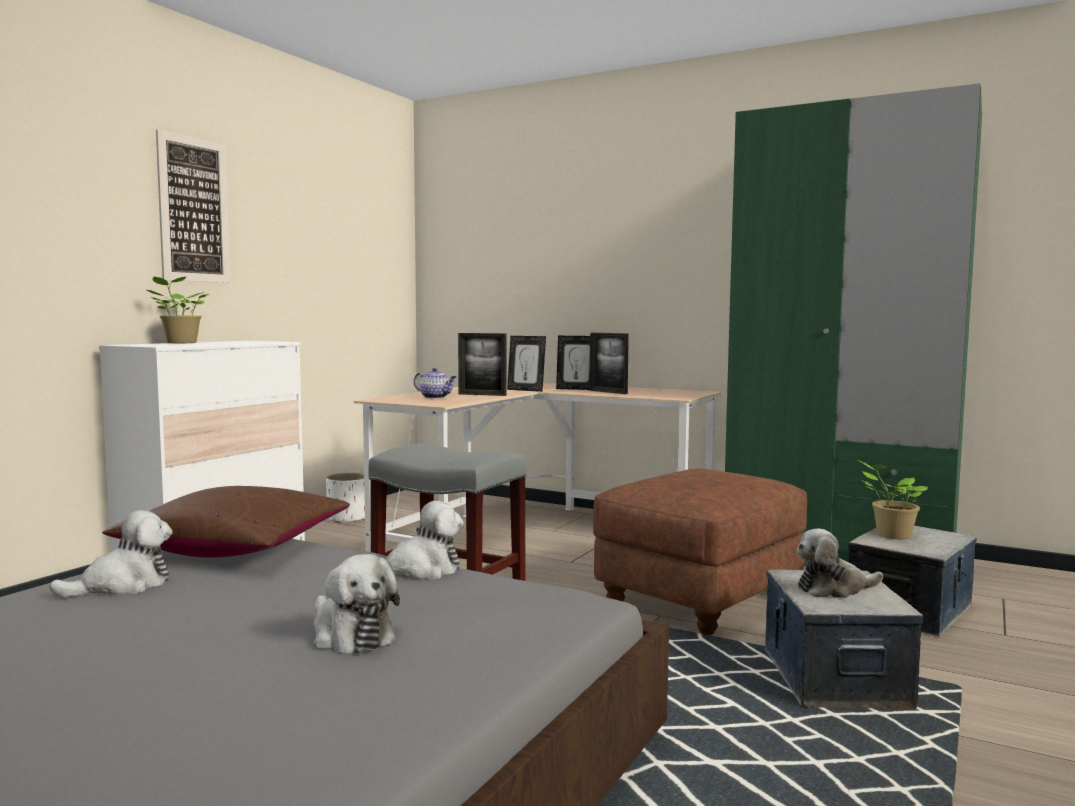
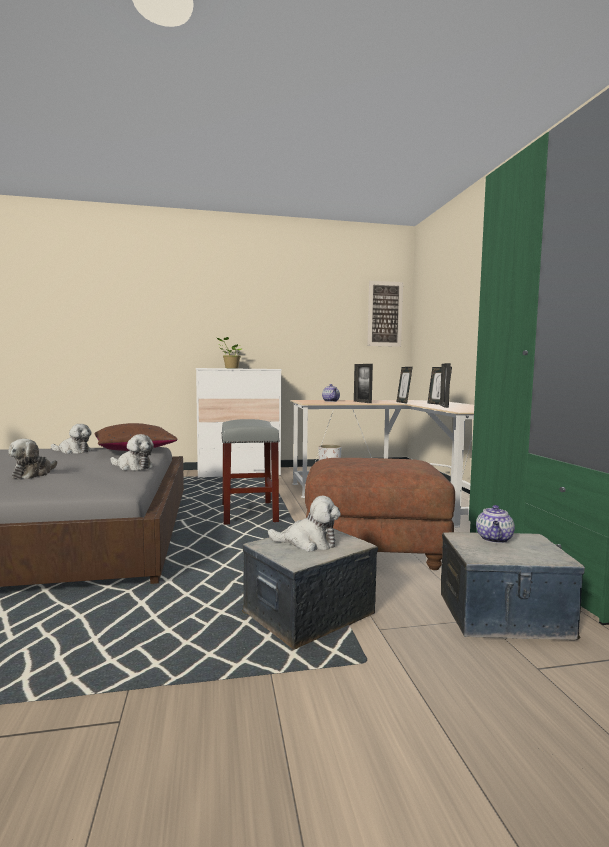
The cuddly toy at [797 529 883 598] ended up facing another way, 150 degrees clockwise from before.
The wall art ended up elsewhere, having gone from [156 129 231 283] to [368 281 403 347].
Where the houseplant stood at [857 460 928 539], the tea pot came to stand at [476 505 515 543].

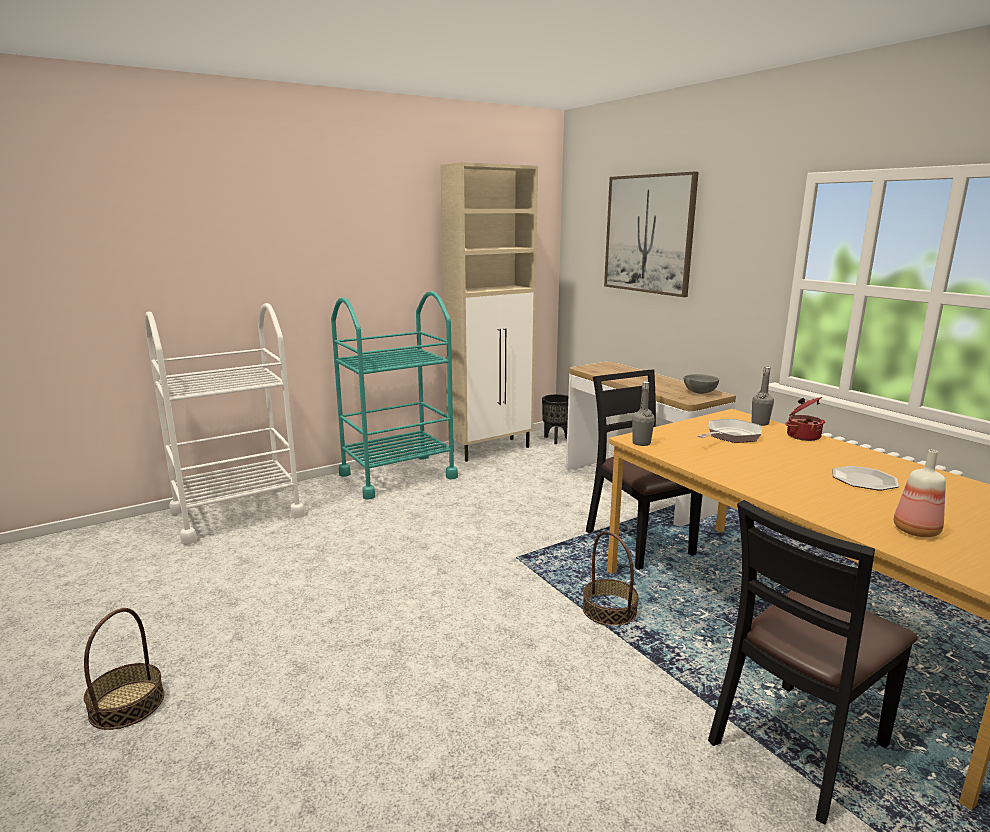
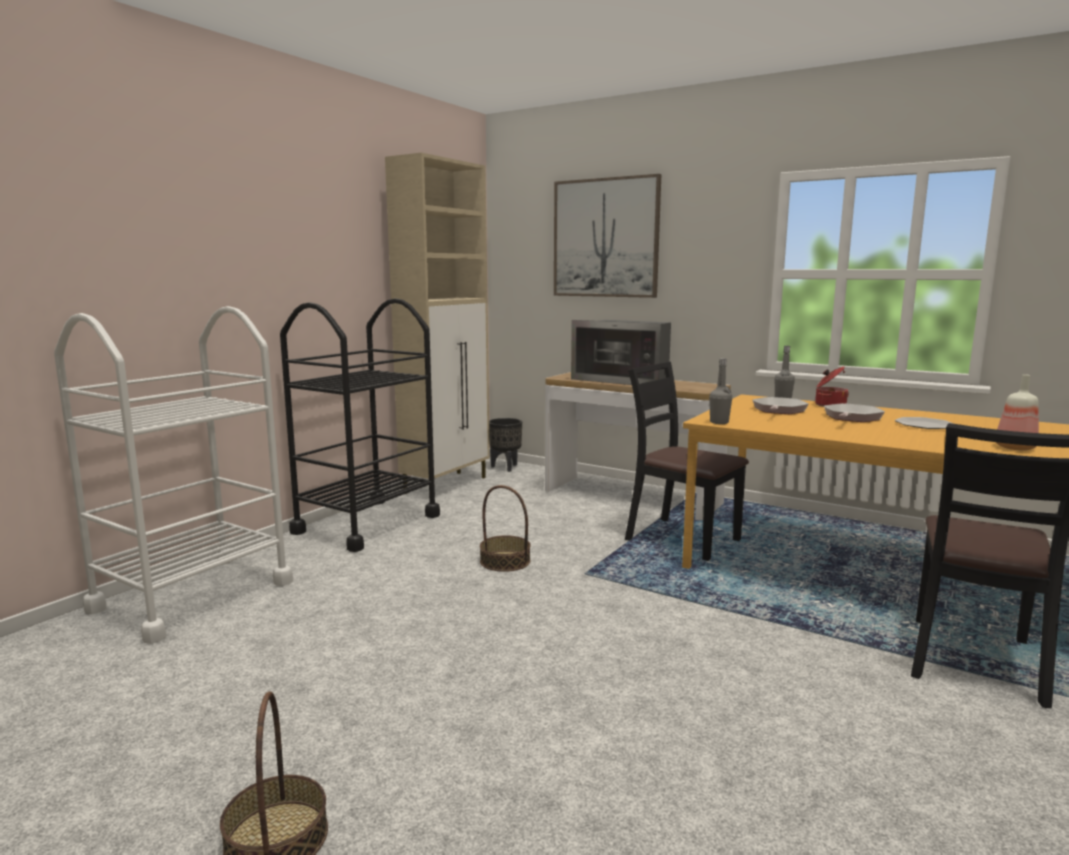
What was the trolley in turquoise at [331 291 458 500] turned into the trolley in blackish at [280 298 440 552].
The storage basket ended up elsewhere, having gone from [582 531 639 625] to [480 485 531 572].
The second view gained the microwave at [571 320 671 385].
The second view gained the frying pan at [824 403 885 422].
The second view lost the bowl in greyish at [684 374 719 394].

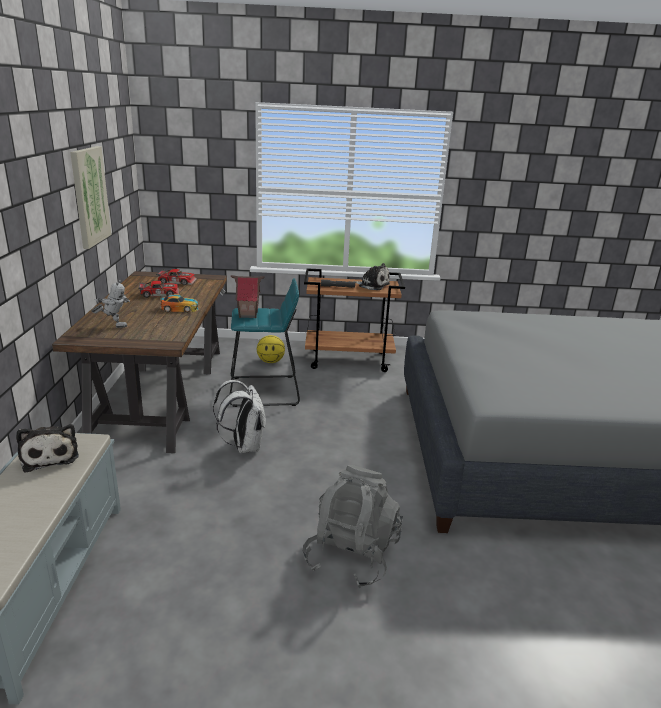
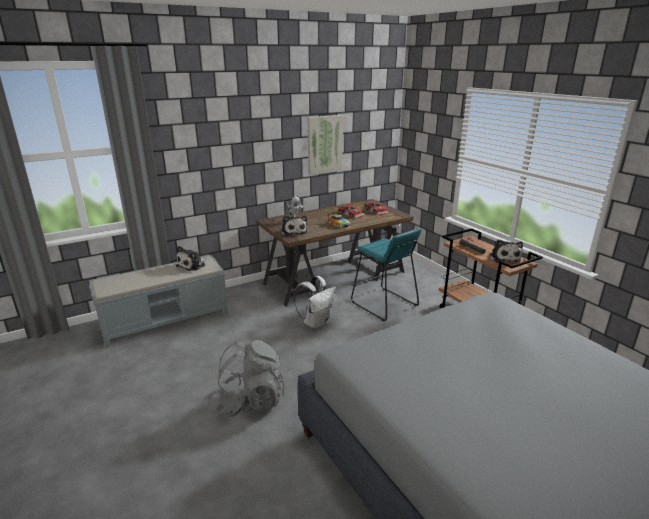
The second view gained the cuddly toy at [281 215 307 237].
The second view lost the model house at [231 275 265 318].
The second view lost the basketball ball at [257 335 285 363].

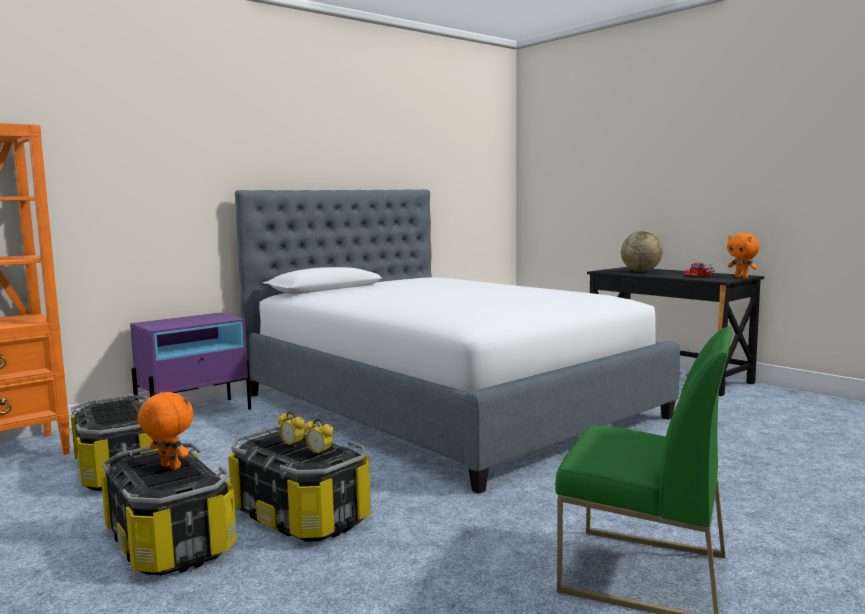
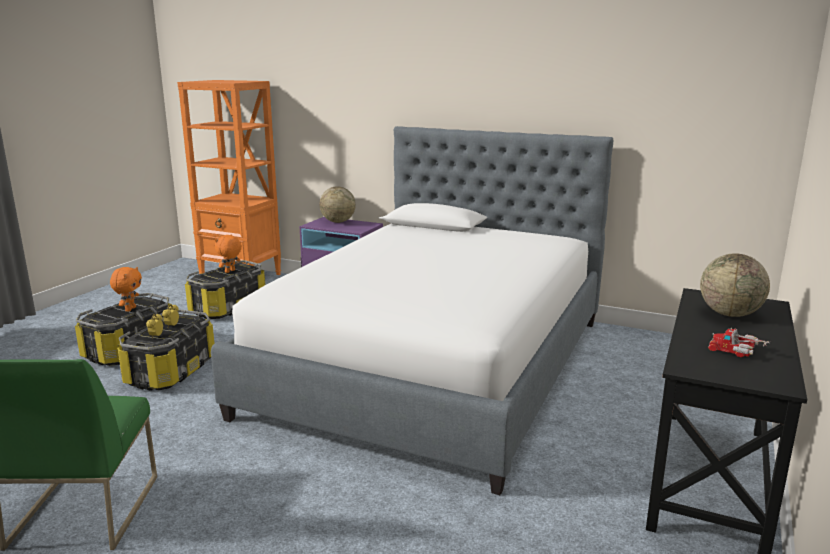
The cuddly toy in orangey ended up elsewhere, having gone from [727 233 760 278] to [215 234 242 273].
The second view gained the desk globe at [319 187 356 223].

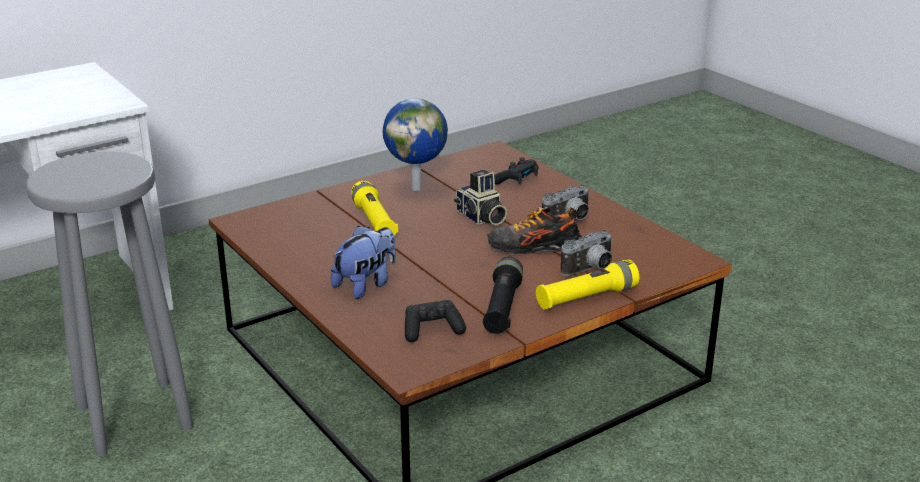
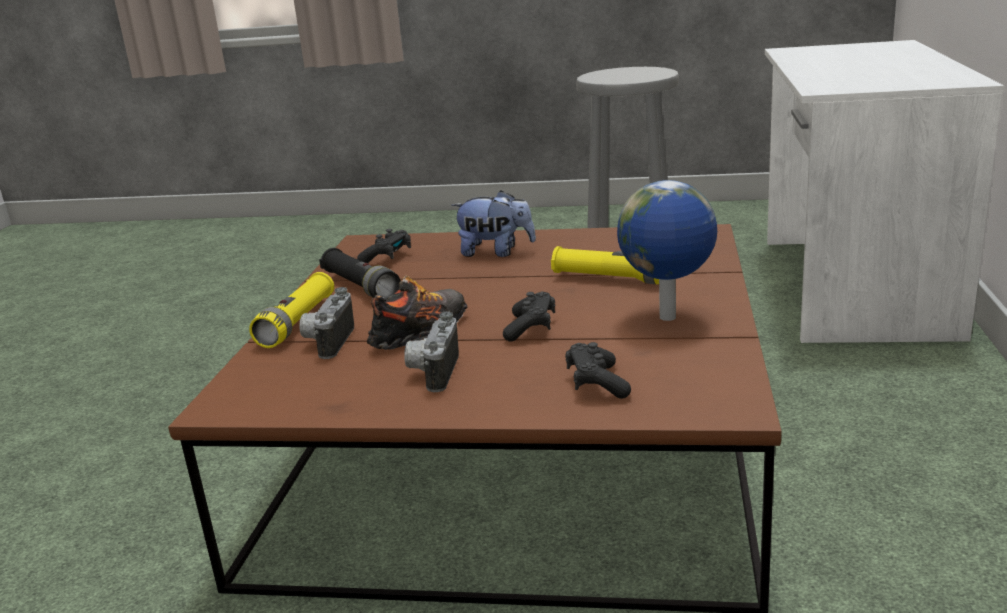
The cuddly toy at [331 226 396 299] ended up facing another way, 75 degrees counterclockwise from before.
Where the photo camera stood at [454 170 507 225], the game controller in blackish came to stand at [503 291 555 342].

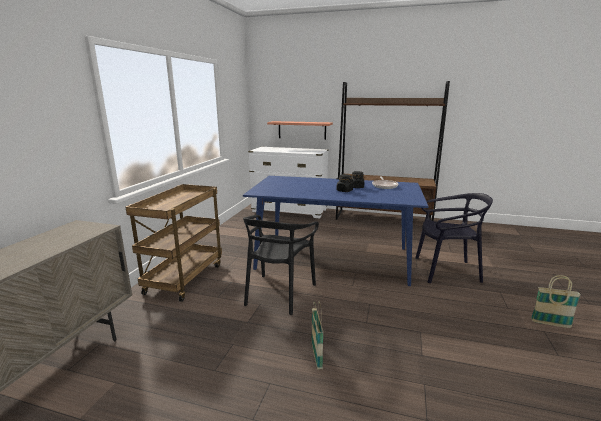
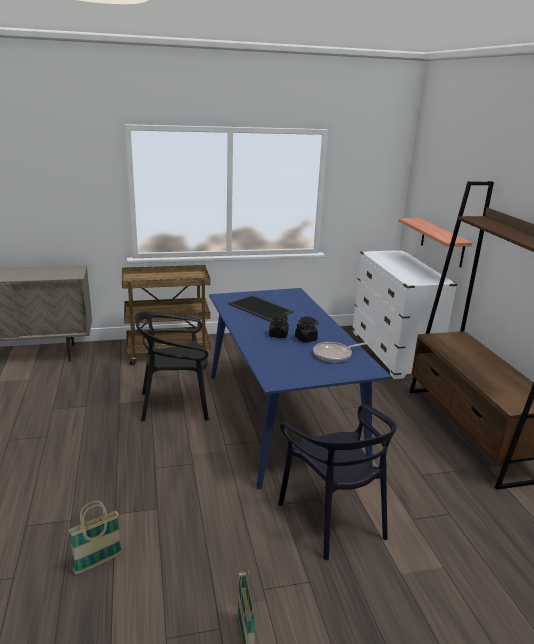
The storage basket ended up elsewhere, having gone from [311 302 323 370] to [68 501 122 575].
The second view gained the carrying tray at [229 295 293 322].

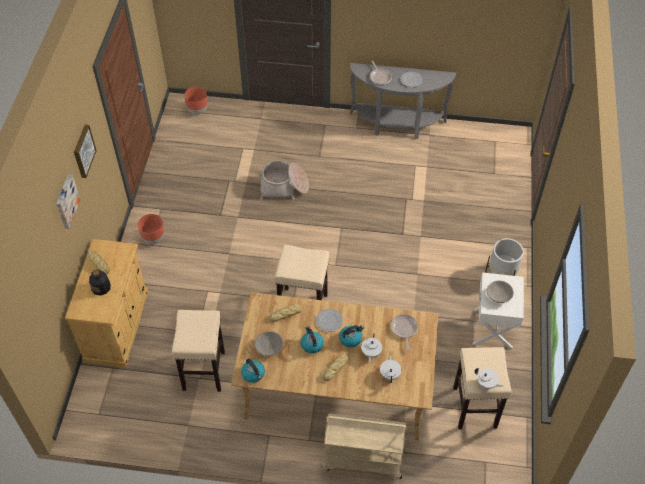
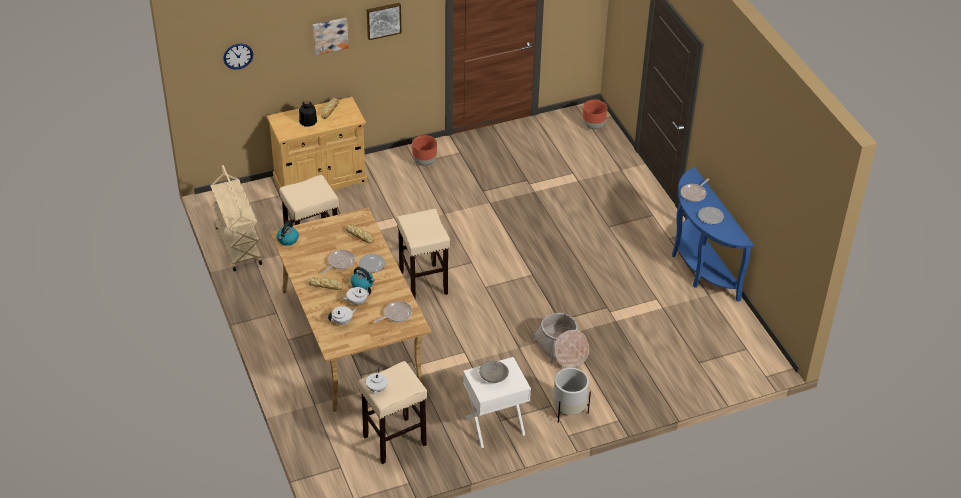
The trolley in beige ended up elsewhere, having gone from [323 413 406 479] to [210 165 262 271].
The second view gained the hanging clock at [223 43 253 70].
Where the water kettle stood at [301 326 324 353], the frying pan came to stand at [321 250 355 274].
The storage basket ended up elsewhere, having gone from [261 161 309 200] to [531 313 589 368].
What was the console table in greyish at [350 63 456 139] turned into the console table in blue at [672 167 754 302].
The second view lost the bowl in greyish at [255 331 283 356].

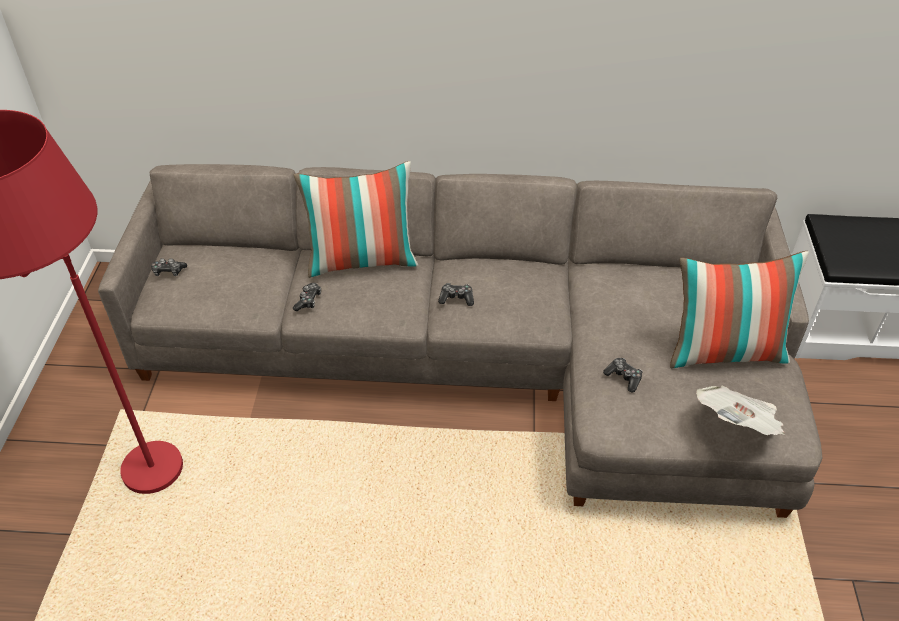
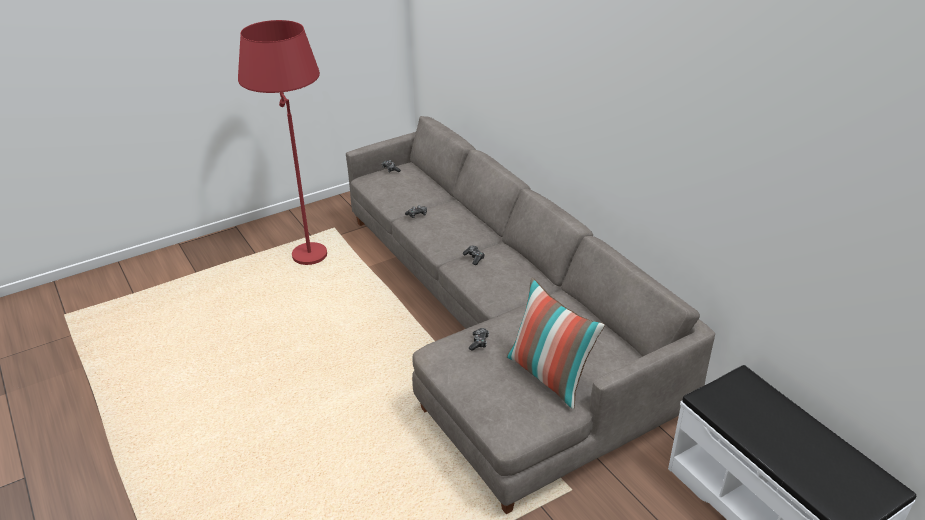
The second view lost the pillow at [294 161 418 278].
The second view lost the daily paper at [696 385 784 435].

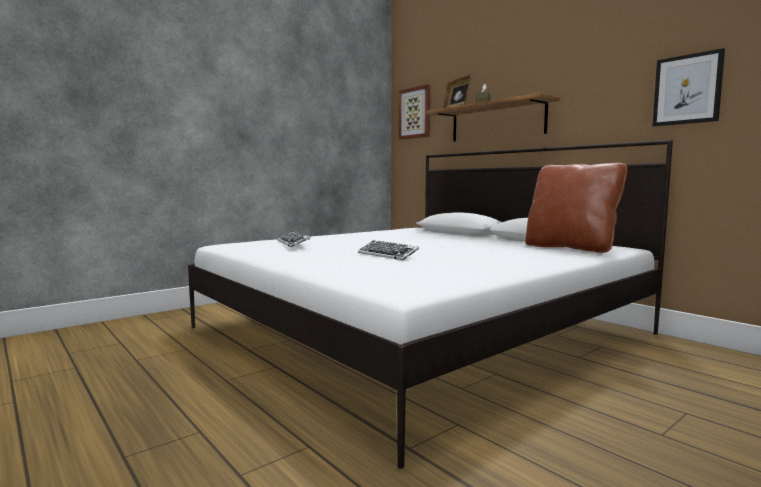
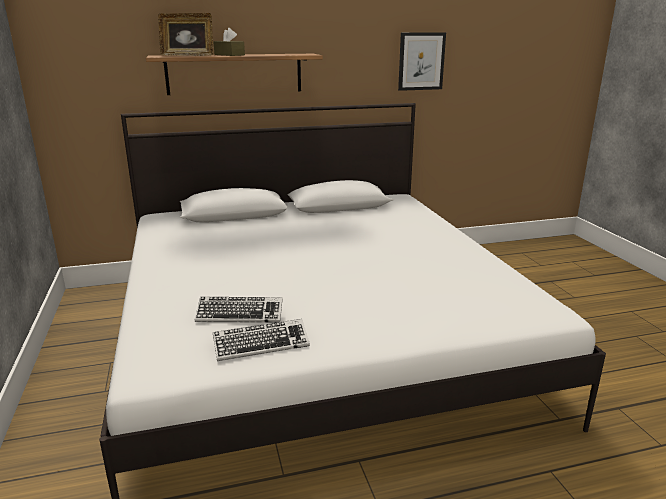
The keyboard ended up elsewhere, having gone from [358 240 419 260] to [213 319 310 361].
The second view lost the wall art at [398 84 430 140].
The second view lost the pillow in brown at [525 163 628 253].

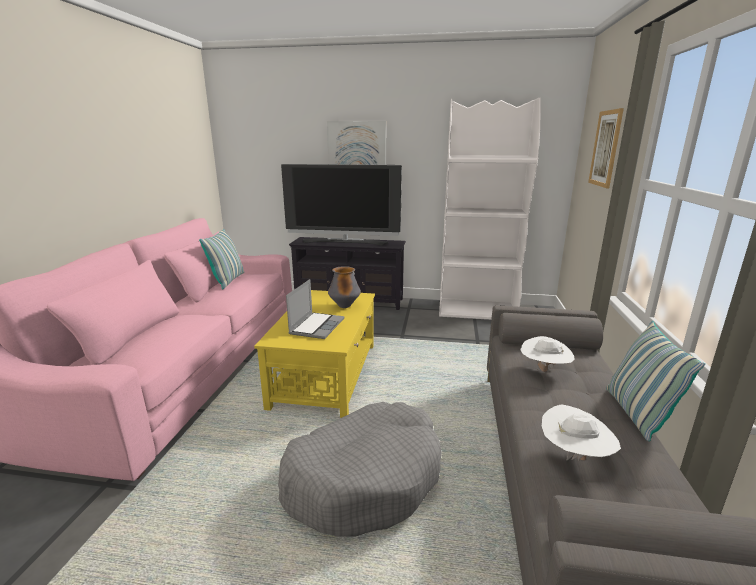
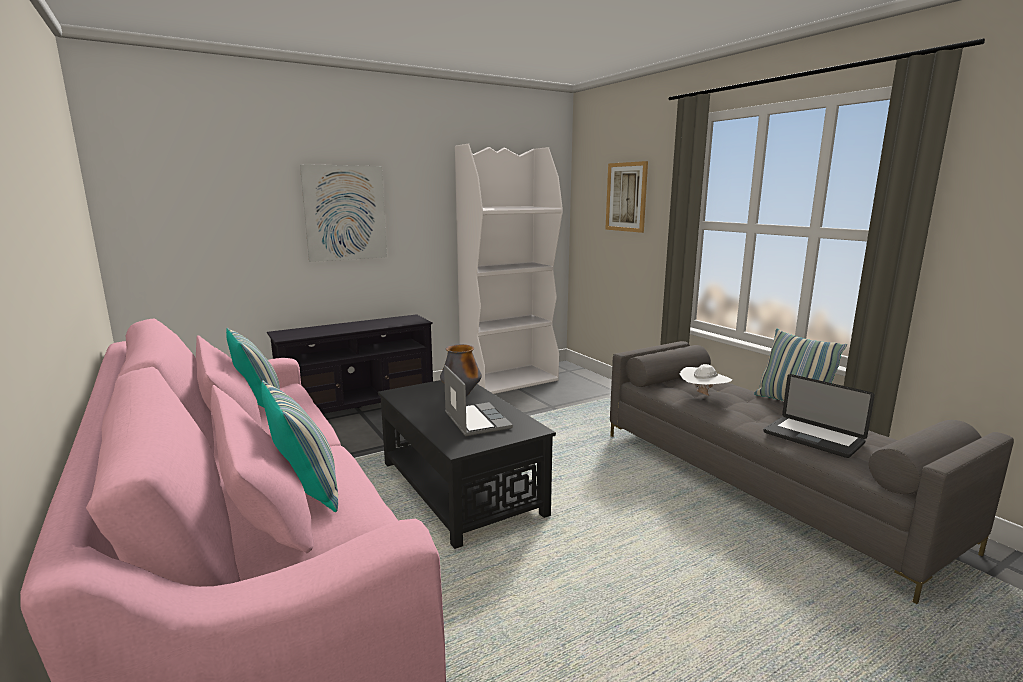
The second view gained the pillow at [261 380 338 512].
What was the coffee table in yellowish at [254 290 375 418] turned into the coffee table in blackish at [378 380 556 549].
Where the clothing hat in whitish stood at [542 404 621 461], the notebook computer came to stand at [764 374 875 458].
The second view lost the dog cushion in greyish at [278 402 442 537].
The second view lost the TV at [281 164 402 246].

